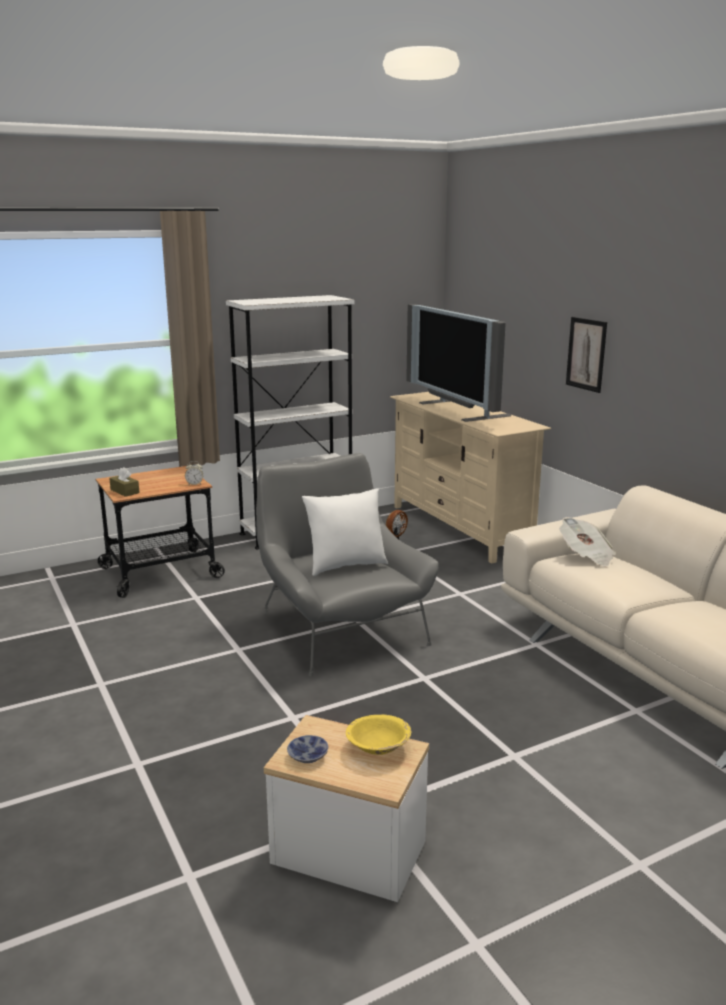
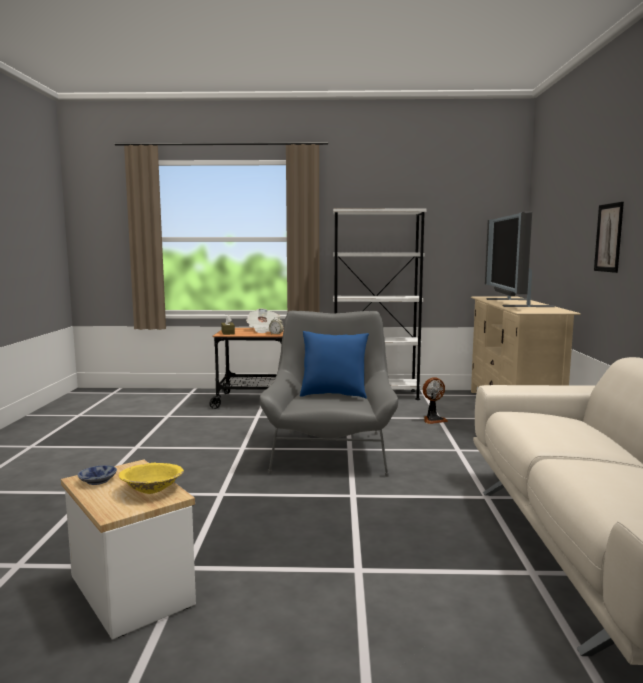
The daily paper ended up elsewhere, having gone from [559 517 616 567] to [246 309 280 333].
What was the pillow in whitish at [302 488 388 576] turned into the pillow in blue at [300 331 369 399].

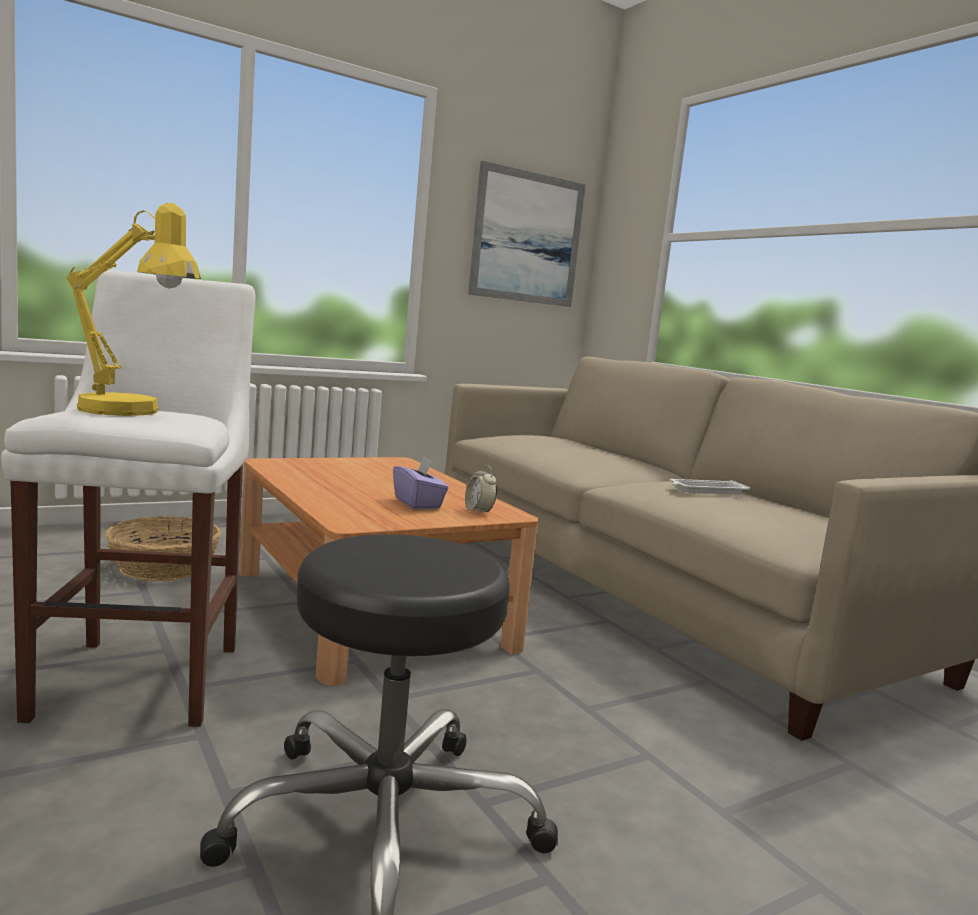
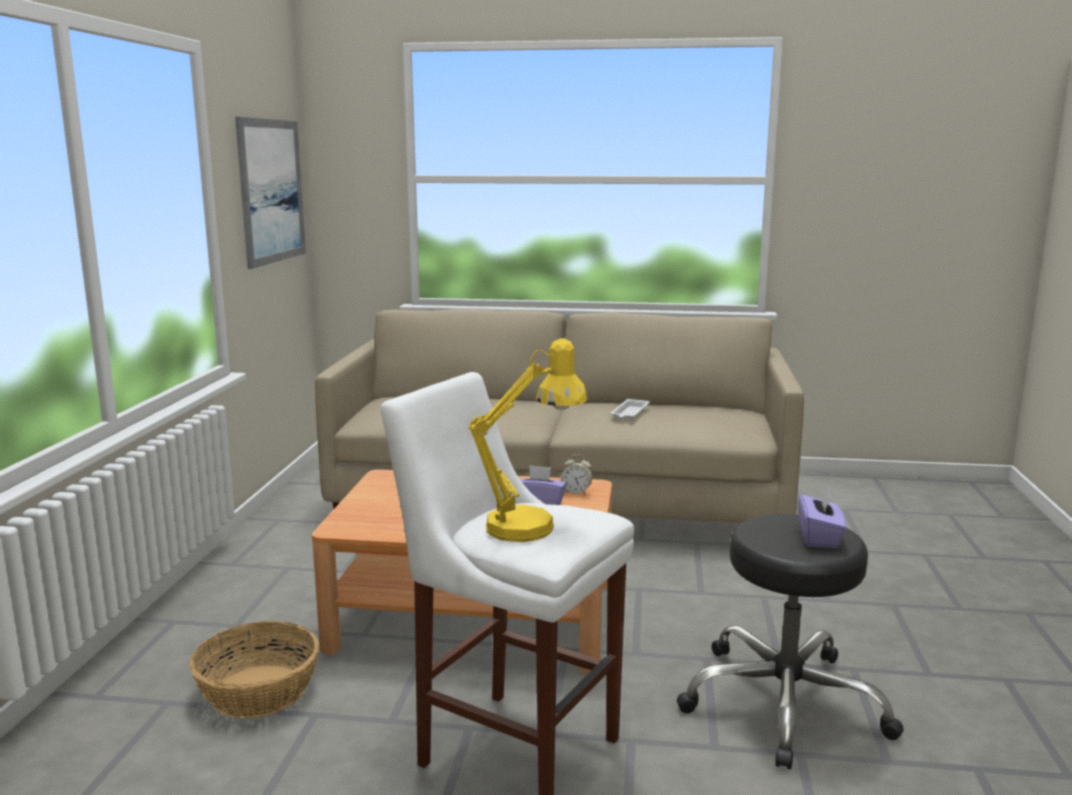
The second view gained the box of tissues in purple-coloured at [798 489 847 548].

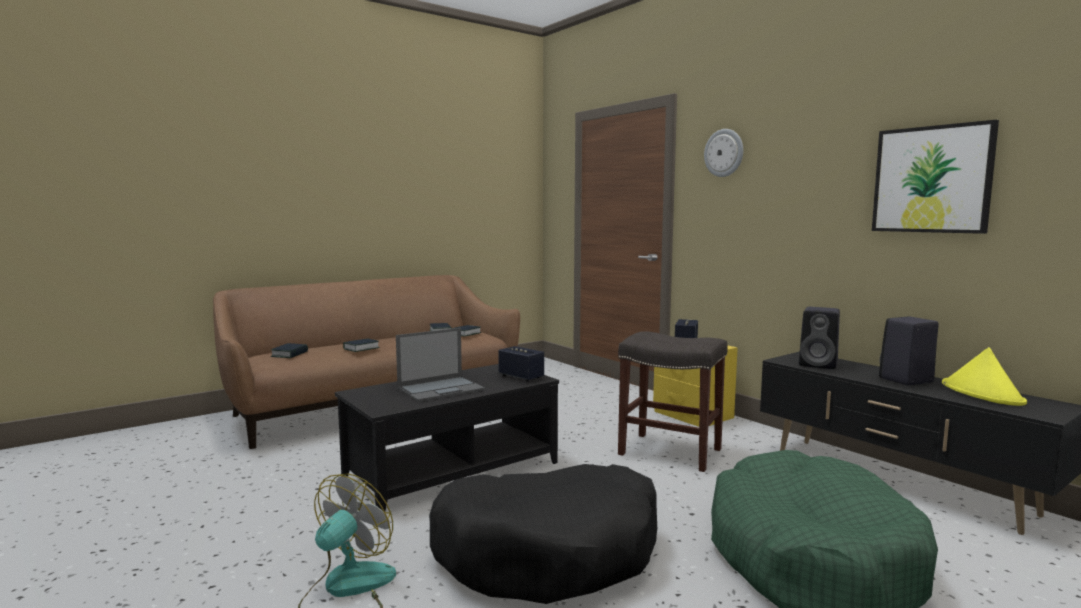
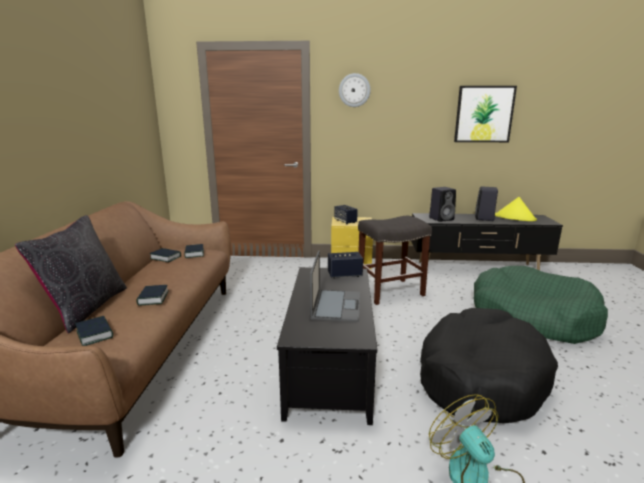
The second view gained the pillow in blackish at [15 215 127 334].

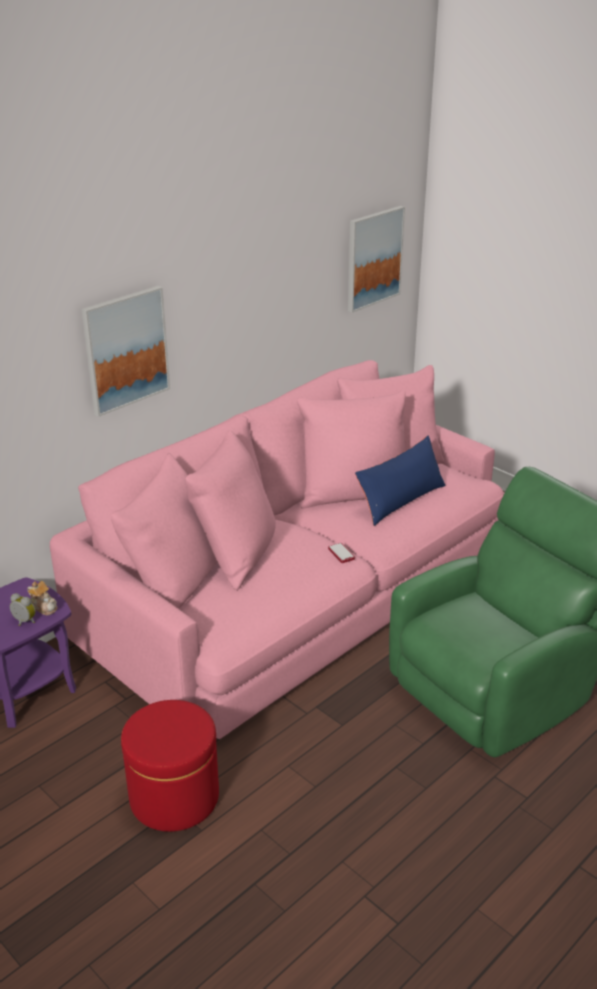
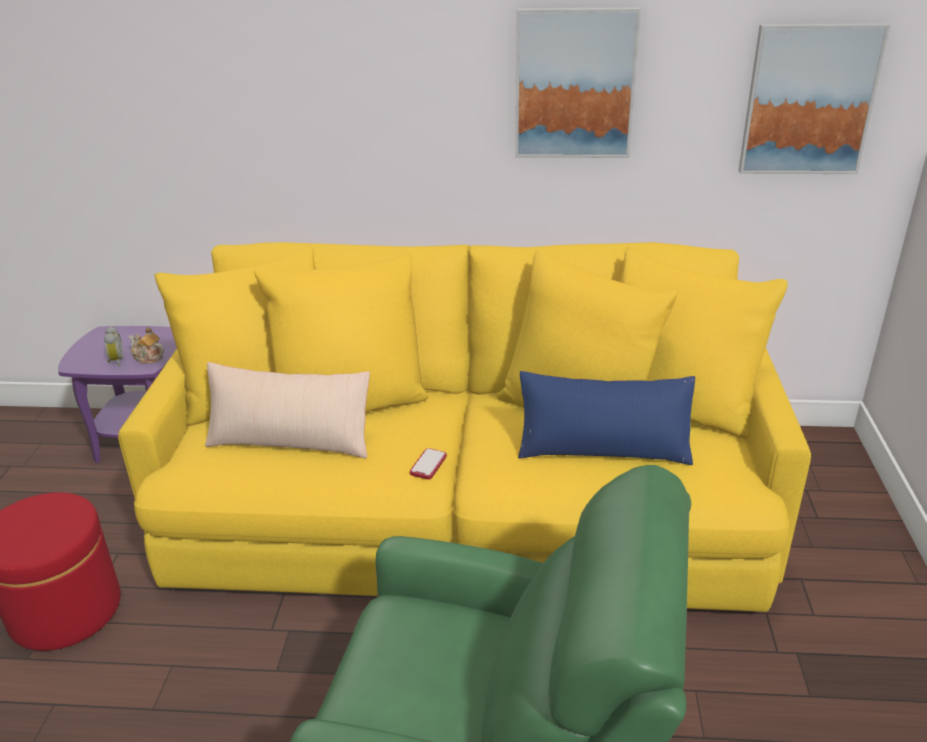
What was the couch in pink-coloured at [50 360 504 739] turned into the couch in yellowish at [118 242 811 612].
The tea pot at [27 581 57 615] ended up facing another way, 120 degrees clockwise from before.
The second view gained the pillow in beige at [205 362 370 458].
The wall art ended up elsewhere, having gone from [82 286 170 417] to [515 7 641 158].

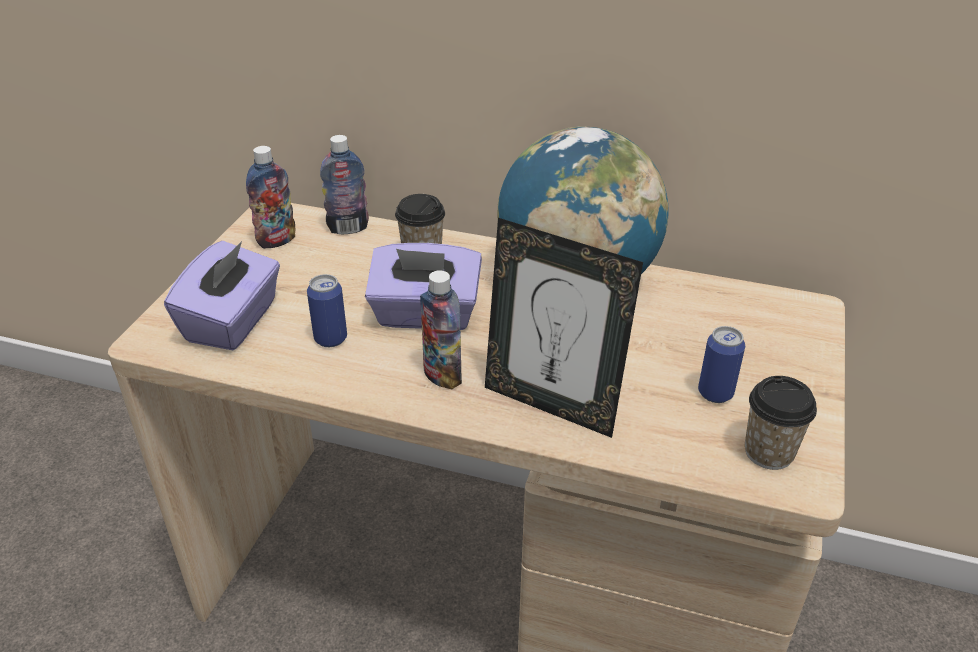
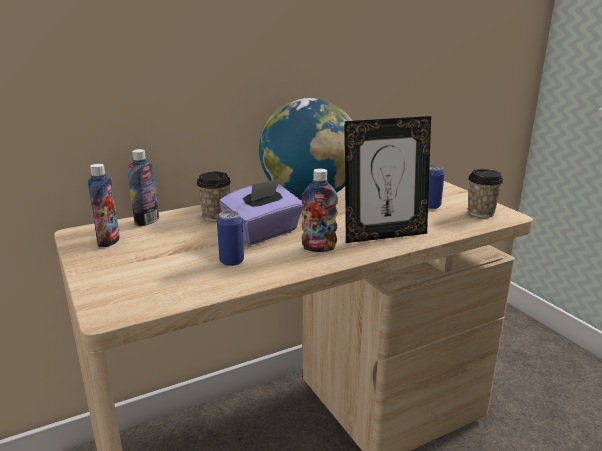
The second view lost the box of tissues in purple-coloured at [164 240 280 350].

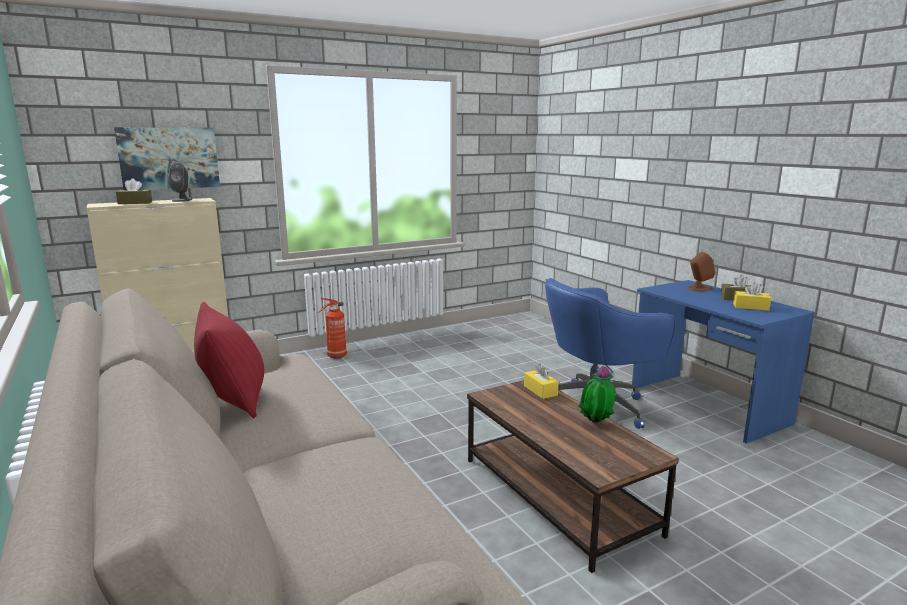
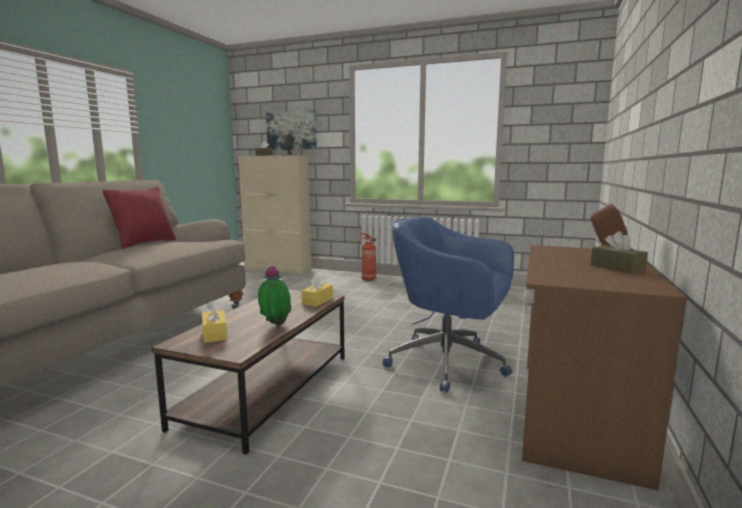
The box of tissues in yellowish ended up elsewhere, having gone from [733 282 771 311] to [202 301 227 343].
What was the desk unit in blue at [632 280 815 444] turned into the desk unit in brown at [522 245 687 490].

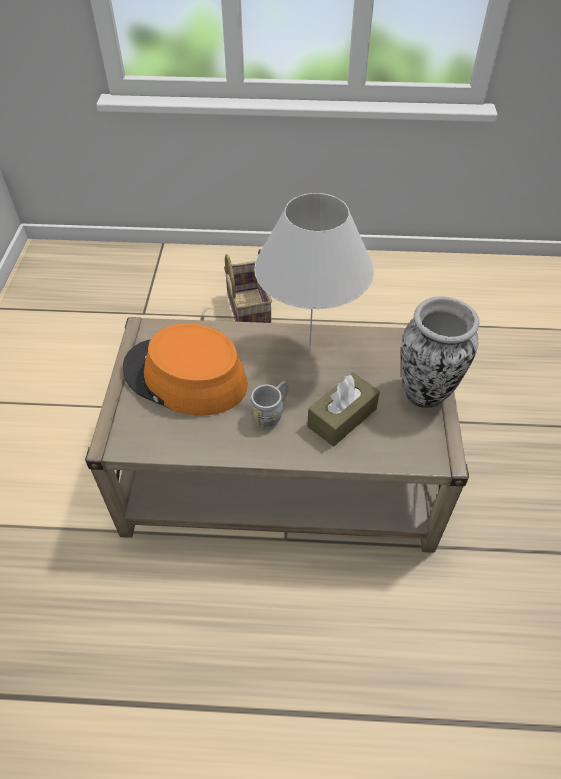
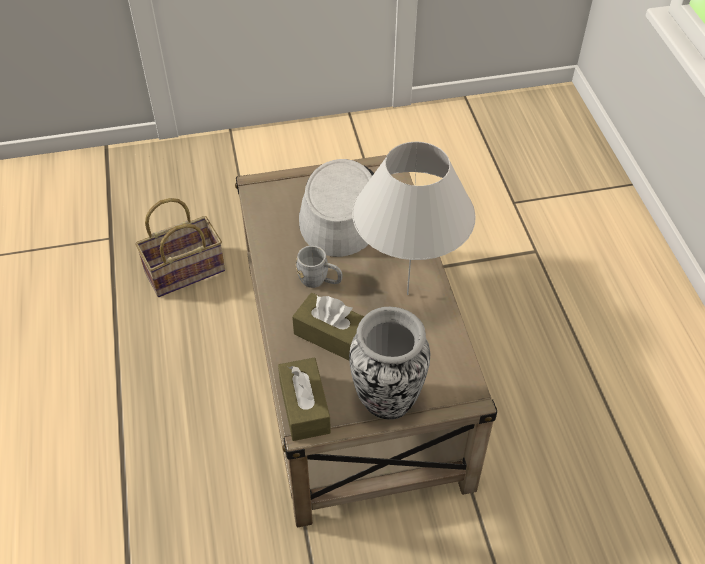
The storage basket ended up elsewhere, having gone from [224 249 272 323] to [135 198 225 297].
The second view gained the box of tissues in brown at [278 357 331 441].
What was the clothing hat in orangey at [123 323 248 415] turned into the clothing hat in greyish at [299 159 374 257].

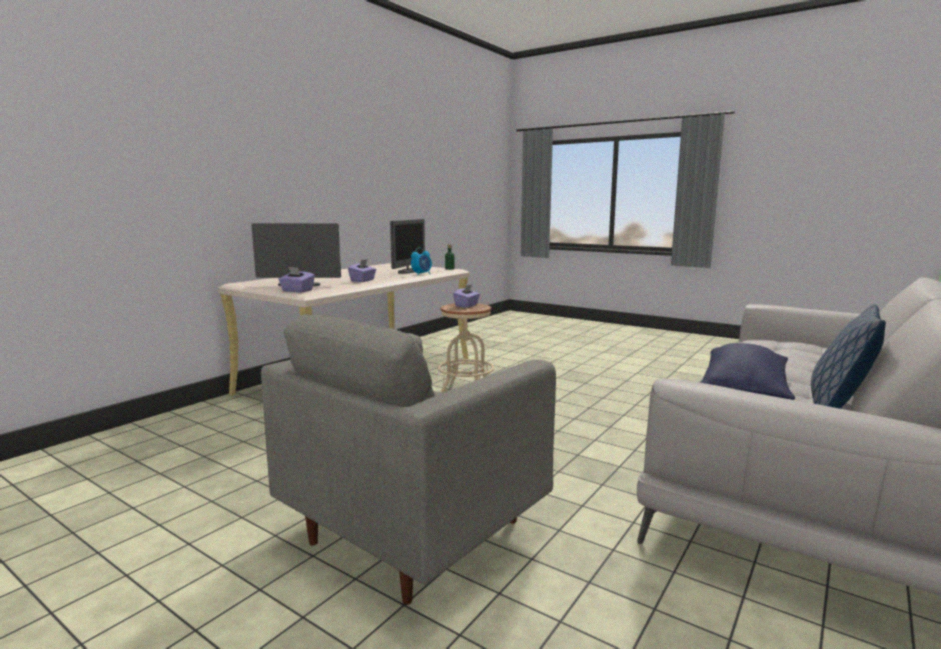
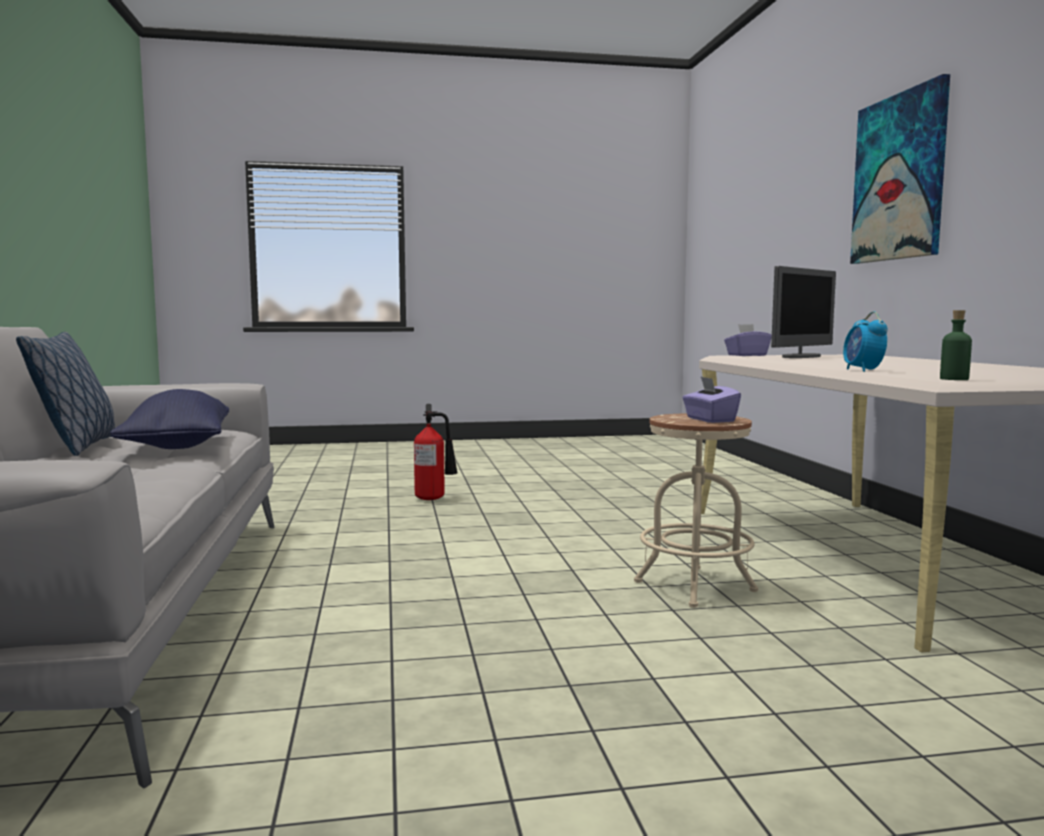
Where the lounge chair in greyish stood at [261 314 556 605], the extinguisher came to stand at [414 404 458 500].
The second view gained the wall art at [850 74 950 264].
The second view lost the box of tissues in purple-coloured at [348 259 376 282].
The second view lost the monitor at [390 219 425 274].

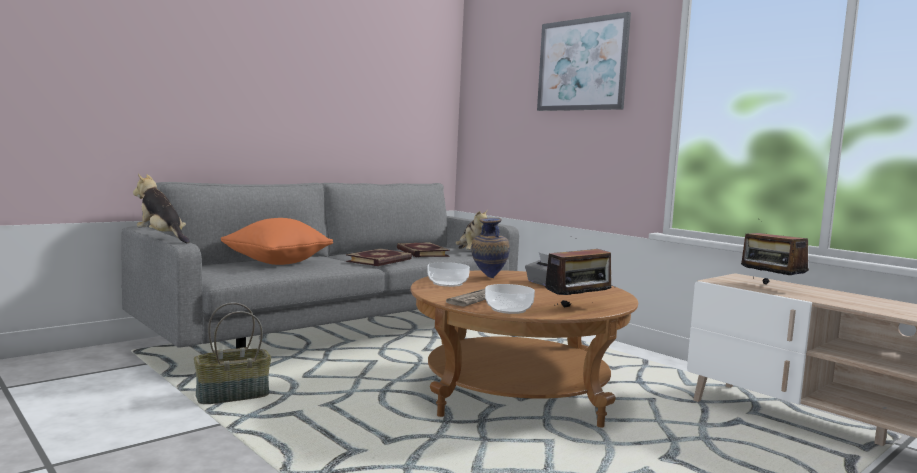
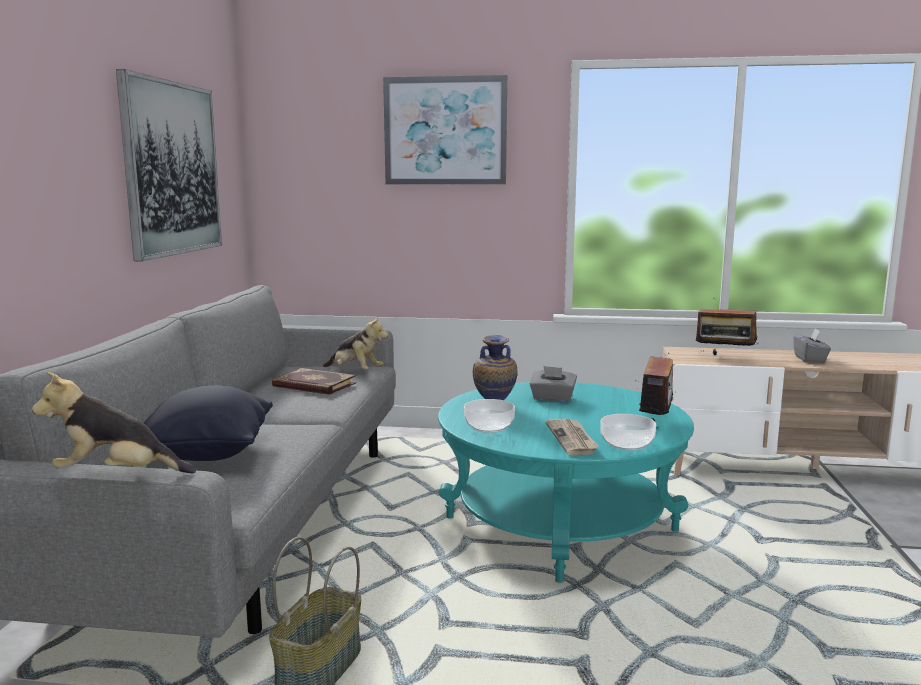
The second view gained the wall art at [116 69 222 261].
What was the pillow in orangey at [221 218 333 265] turned into the pillow in blackish at [144 385 273 461].
What was the coffee table in brown at [410 270 638 428] turned into the coffee table in turquoise at [438 382 694 583].
The second view gained the box of tissues in greyish at [793 328 831 363].
The second view lost the book at [346 248 412 266].

